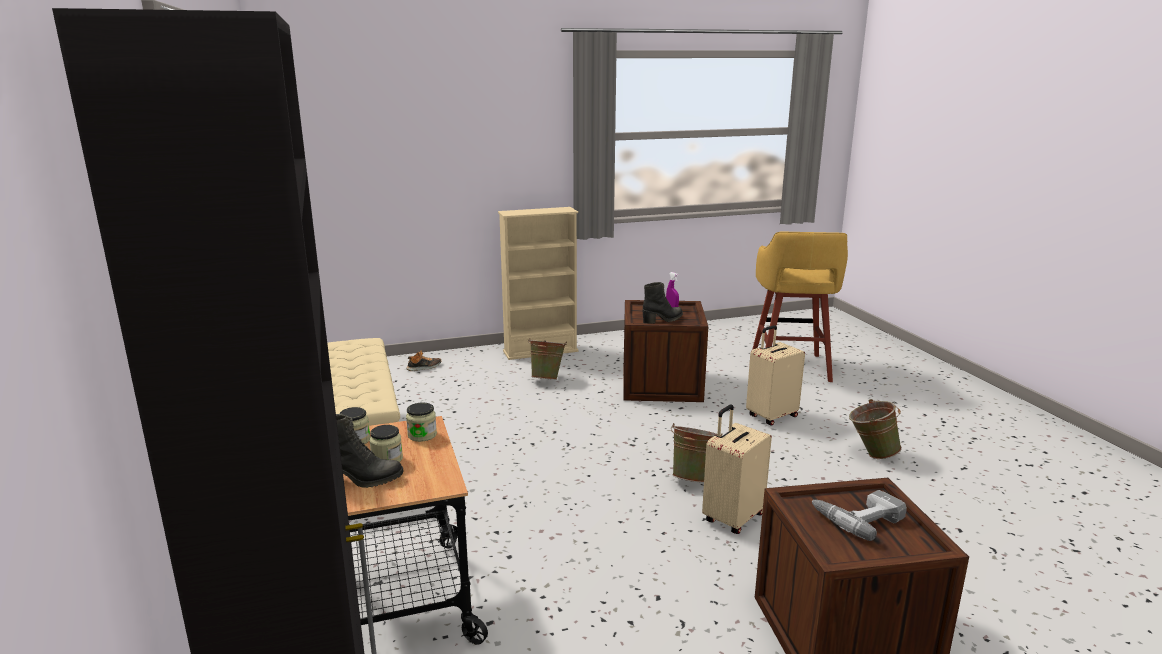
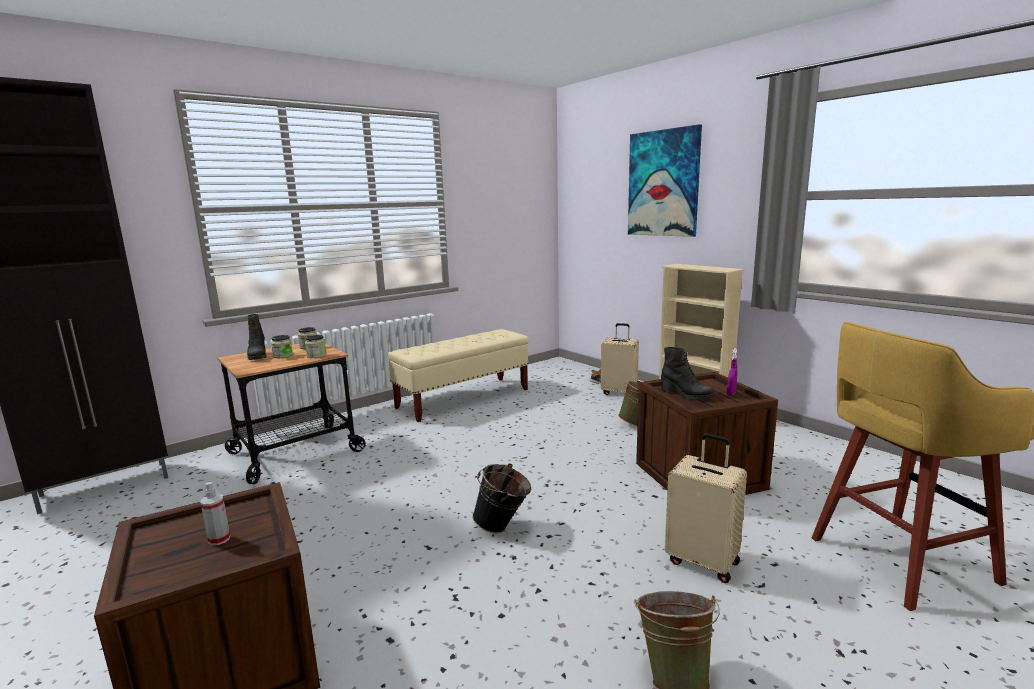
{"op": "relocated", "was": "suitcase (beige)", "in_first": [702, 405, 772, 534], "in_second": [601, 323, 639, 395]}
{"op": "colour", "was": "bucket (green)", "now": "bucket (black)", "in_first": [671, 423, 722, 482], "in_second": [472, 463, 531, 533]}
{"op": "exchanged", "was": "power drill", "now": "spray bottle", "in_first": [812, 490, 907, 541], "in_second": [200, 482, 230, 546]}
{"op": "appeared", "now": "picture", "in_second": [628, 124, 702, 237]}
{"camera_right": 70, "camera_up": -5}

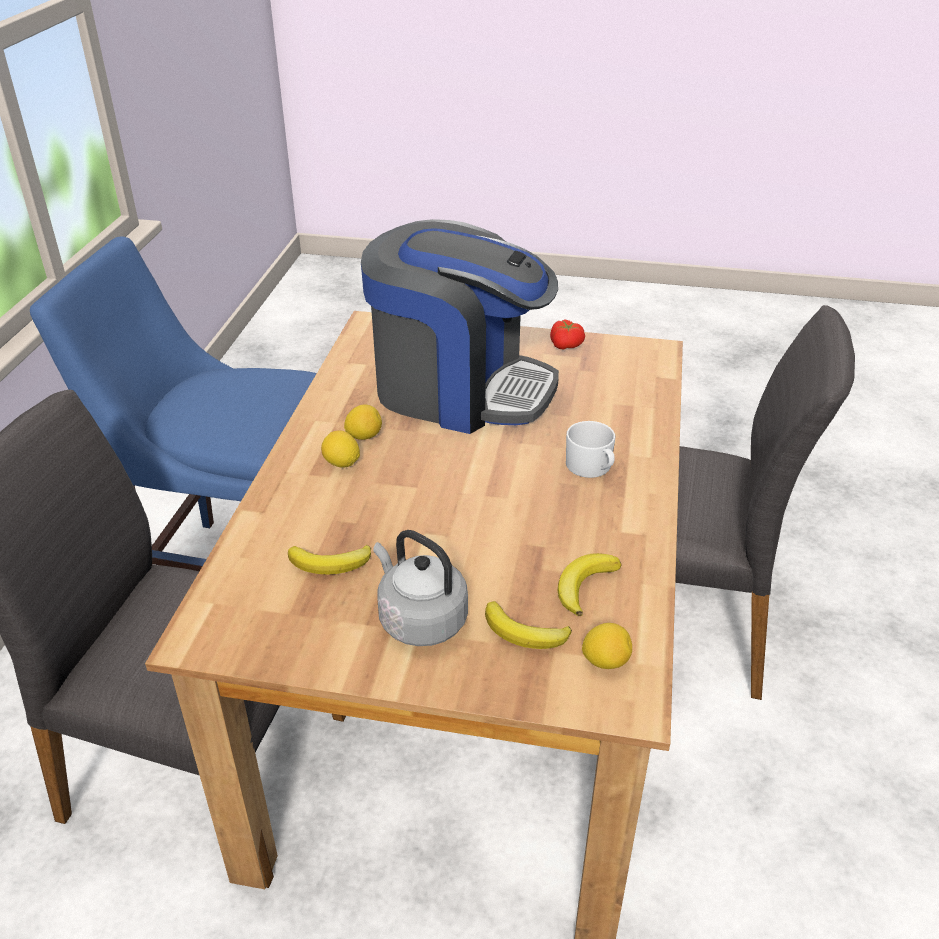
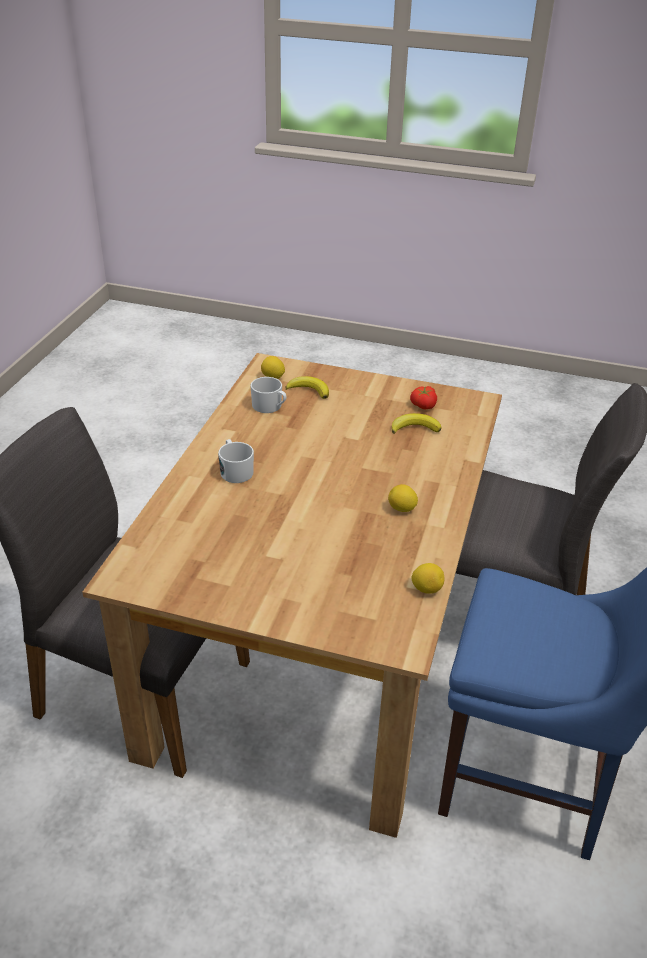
{"op": "missing", "was": "coffee machine", "in_first": [361, 219, 559, 434]}
{"op": "relocated", "was": "tomato", "in_first": [550, 319, 585, 349], "in_second": [410, 386, 437, 410]}
{"op": "relocated", "was": "lemon", "in_first": [321, 430, 360, 468], "in_second": [412, 563, 445, 594]}
{"op": "missing", "was": "kettle (grey)", "in_first": [373, 530, 468, 646]}
{"op": "exchanged", "was": "banana", "now": "mug (white)", "in_first": [558, 553, 622, 616], "in_second": [251, 377, 286, 413]}
{"camera_right": -175, "camera_up": 0}

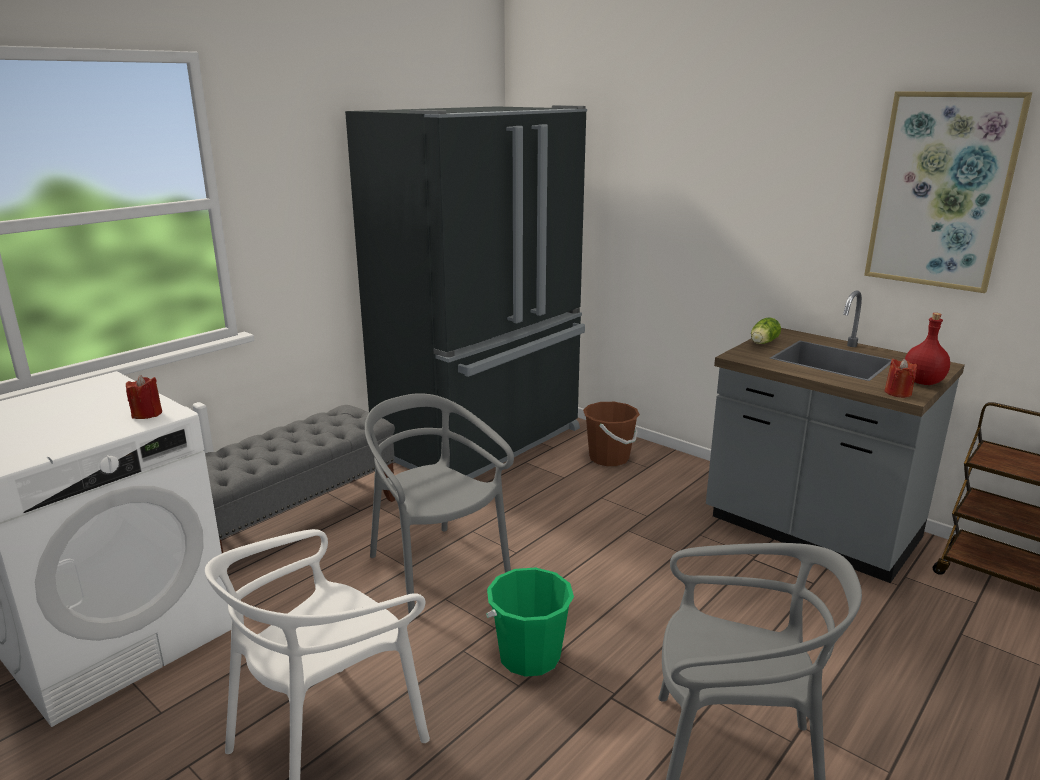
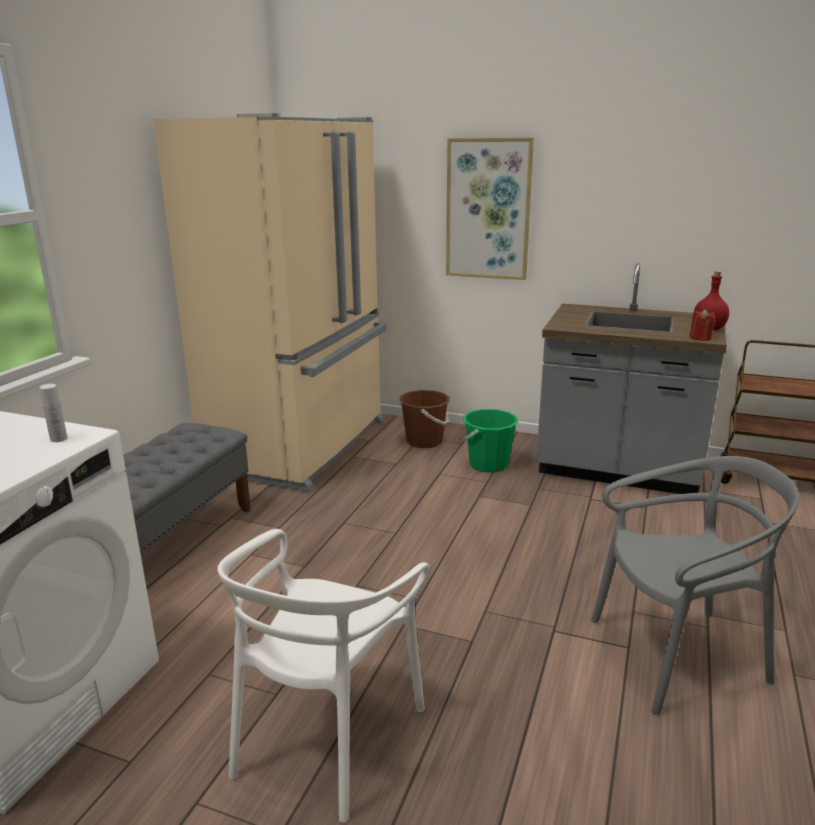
{"op": "relocated", "was": "picture", "in_first": [864, 91, 1032, 293], "in_second": [446, 138, 534, 280]}
{"op": "colour", "was": "fridge (black)", "now": "fridge (beige)", "in_first": [345, 105, 587, 478], "in_second": [153, 113, 386, 491]}
{"op": "missing", "was": "lettuce", "in_first": [751, 317, 781, 344]}
{"op": "exchanged", "was": "candle (red)", "now": "bottle (white)", "in_first": [126, 375, 162, 419], "in_second": [39, 384, 67, 442]}
{"op": "missing", "was": "chair (grey)", "in_first": [365, 393, 514, 613]}
{"op": "relocated", "was": "bucket (green)", "in_first": [486, 568, 574, 677], "in_second": [463, 409, 518, 472]}
{"camera_right": -20, "camera_up": 0}

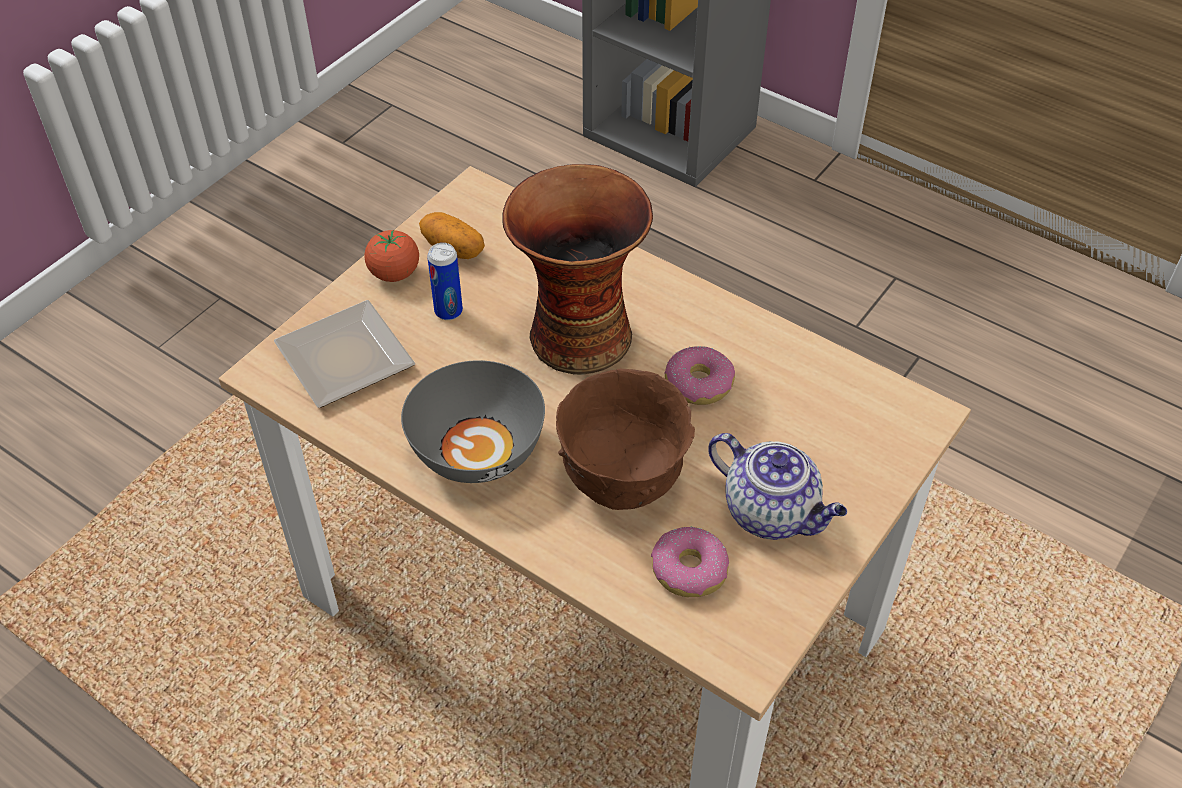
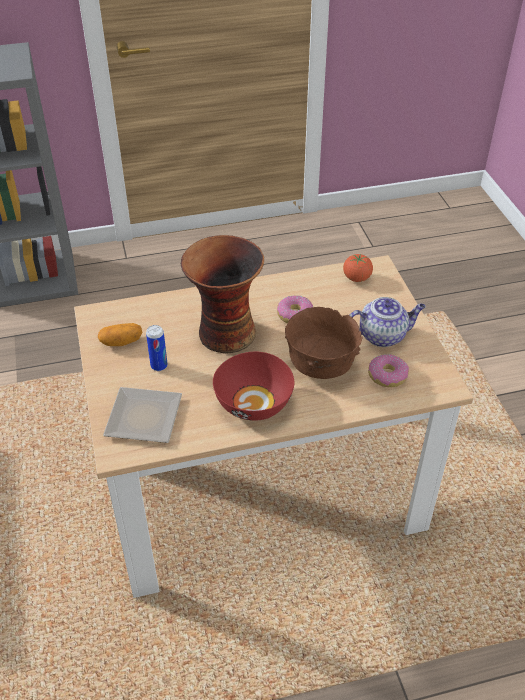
{"op": "relocated", "was": "tomato", "in_first": [364, 230, 419, 282], "in_second": [343, 254, 373, 282]}
{"op": "colour", "was": "bowl (grey)", "now": "bowl (red)", "in_first": [401, 360, 545, 483], "in_second": [213, 352, 294, 421]}
{"camera_right": -50, "camera_up": -5}

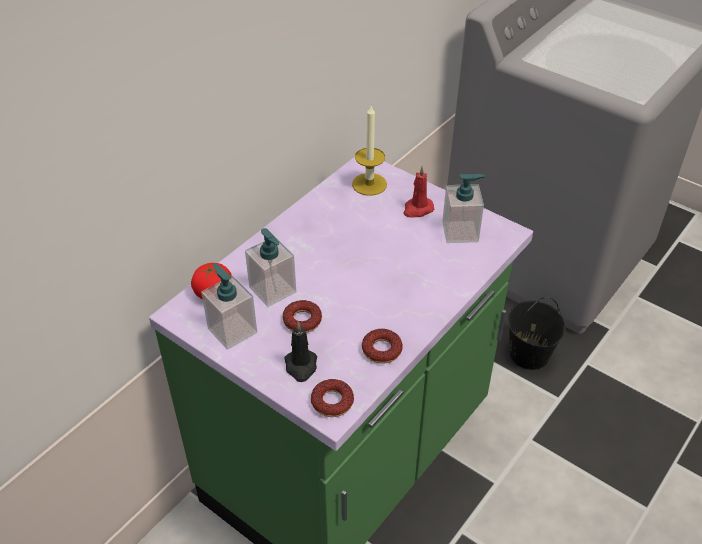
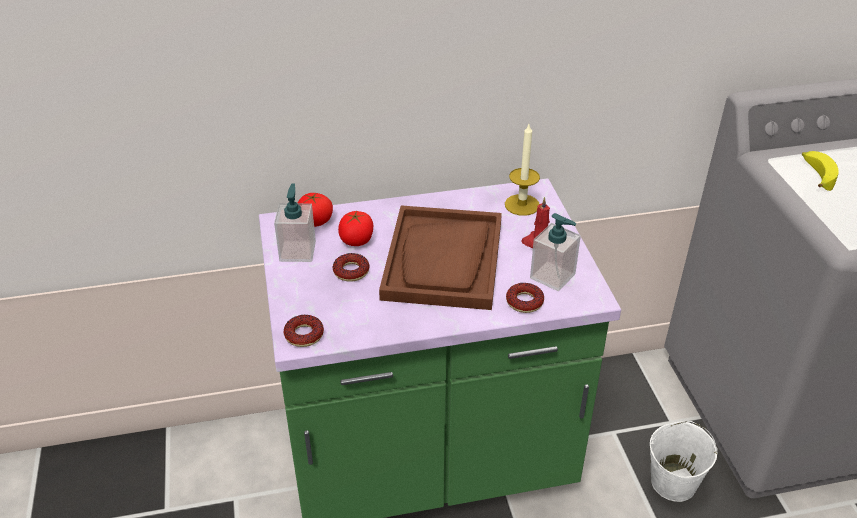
{"op": "exchanged", "was": "soap dispenser", "now": "tomato", "in_first": [245, 228, 296, 307], "in_second": [338, 211, 373, 246]}
{"op": "colour", "was": "bucket (black)", "now": "bucket (white)", "in_first": [508, 298, 566, 370], "in_second": [650, 421, 718, 502]}
{"op": "missing", "was": "candle (black)", "in_first": [284, 322, 317, 382]}
{"op": "relocated", "was": "donut", "in_first": [362, 329, 403, 364], "in_second": [506, 283, 544, 313]}
{"op": "appeared", "now": "banana", "in_second": [802, 151, 839, 191]}
{"op": "appeared", "now": "tray (brown)", "in_second": [379, 205, 502, 310]}
{"camera_right": 40, "camera_up": -5}

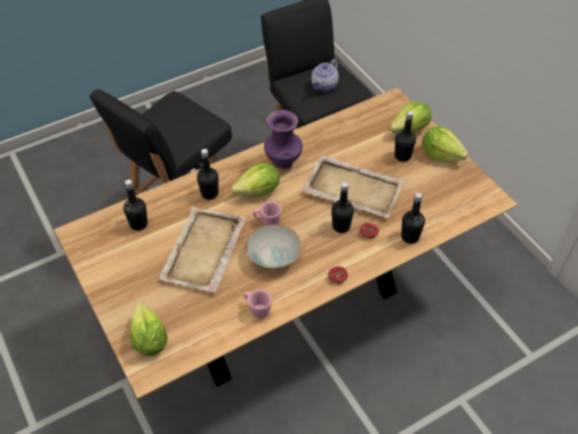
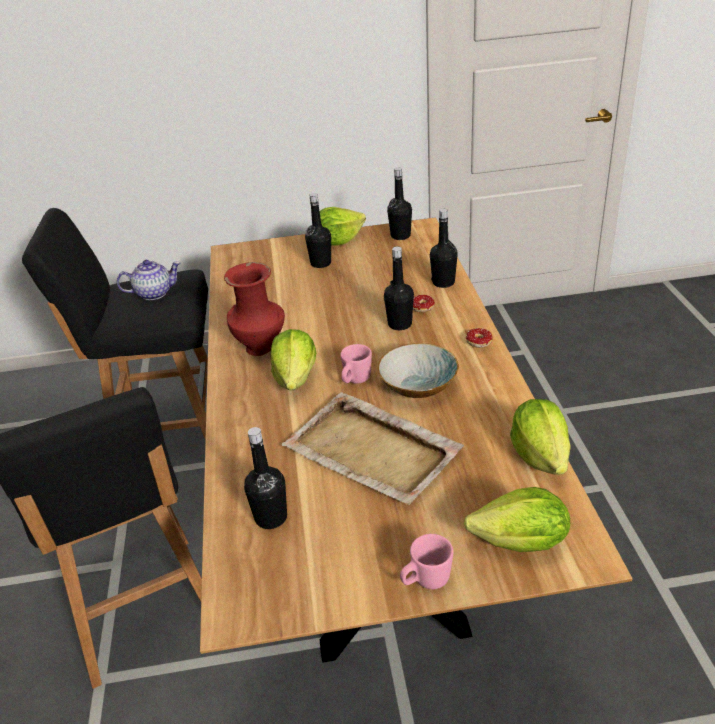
{"op": "spun", "was": "teapot", "in_first": [311, 59, 339, 92], "in_second": [117, 260, 181, 300], "clockwise": -75}
{"op": "relocated", "was": "lettuce", "in_first": [389, 102, 431, 133], "in_second": [510, 399, 571, 475]}
{"op": "colour", "was": "vase (purple)", "now": "vase (red)", "in_first": [264, 110, 303, 170], "in_second": [224, 262, 285, 356]}
{"op": "relocated", "was": "bottle (black)", "in_first": [197, 149, 219, 200], "in_second": [387, 168, 412, 240]}
{"op": "missing", "was": "tray (beige)", "in_first": [302, 155, 405, 218]}
{"op": "relocated", "was": "mug (pink)", "in_first": [244, 290, 272, 318], "in_second": [400, 534, 453, 589]}
{"camera_right": -65, "camera_up": -15}

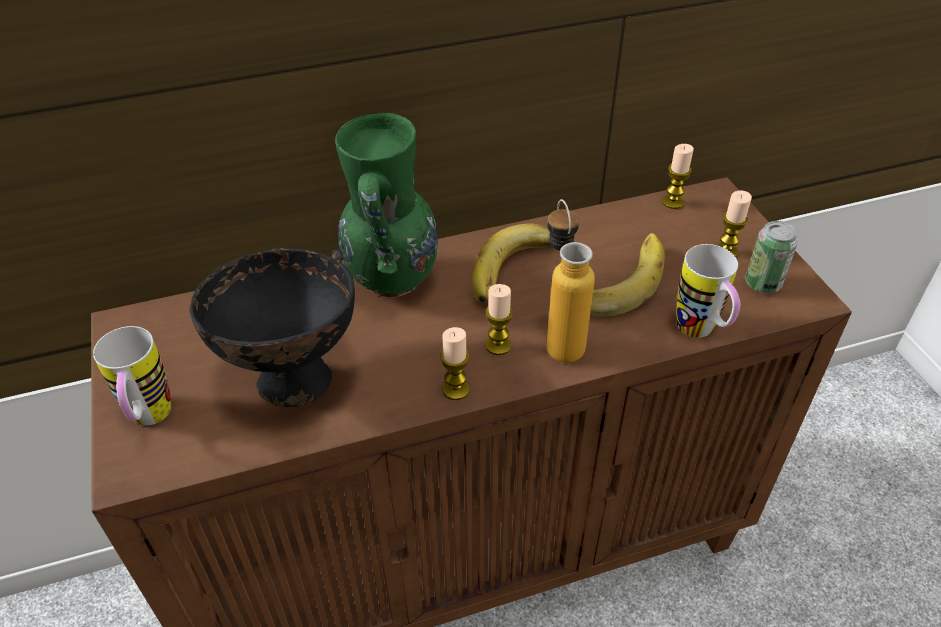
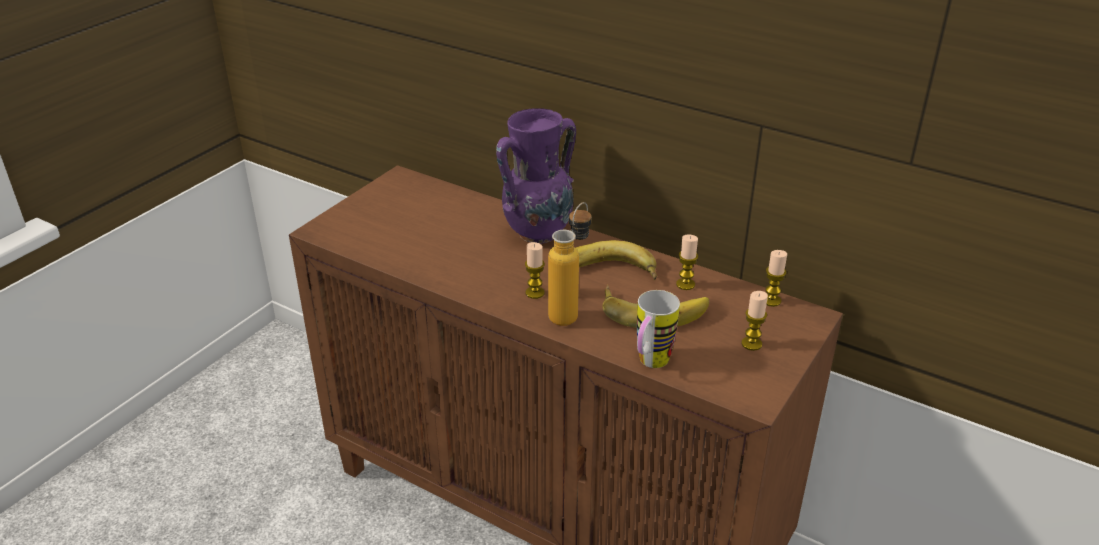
{"op": "colour", "was": "vase (green)", "now": "vase (purple)", "in_first": [335, 113, 438, 298], "in_second": [496, 108, 576, 244]}
{"op": "missing", "was": "can", "in_first": [745, 221, 798, 293]}
{"op": "missing", "was": "bowl (black)", "in_first": [190, 248, 355, 407]}
{"op": "missing", "was": "mug", "in_first": [93, 326, 171, 426]}
{"op": "relocated", "was": "candle", "in_first": [440, 327, 470, 400], "in_second": [676, 234, 698, 290]}
{"camera_right": 50, "camera_up": -10}

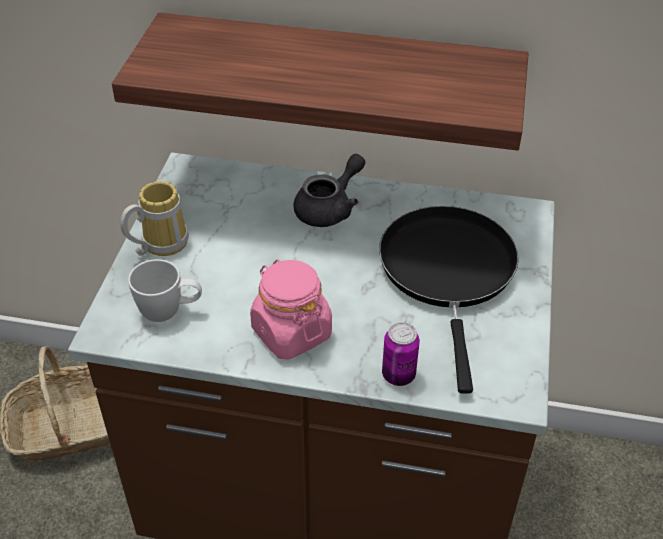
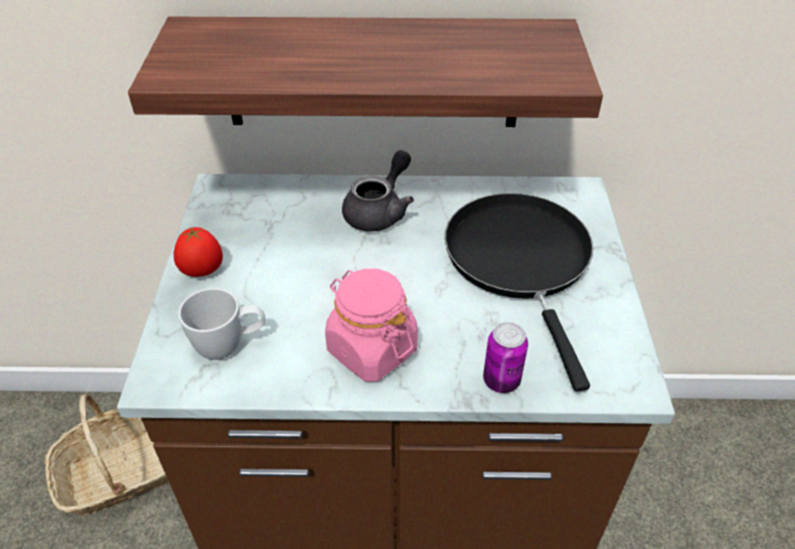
{"op": "exchanged", "was": "mug", "now": "tomato", "in_first": [120, 181, 189, 256], "in_second": [174, 227, 223, 277]}
{"camera_right": -10, "camera_up": 0}

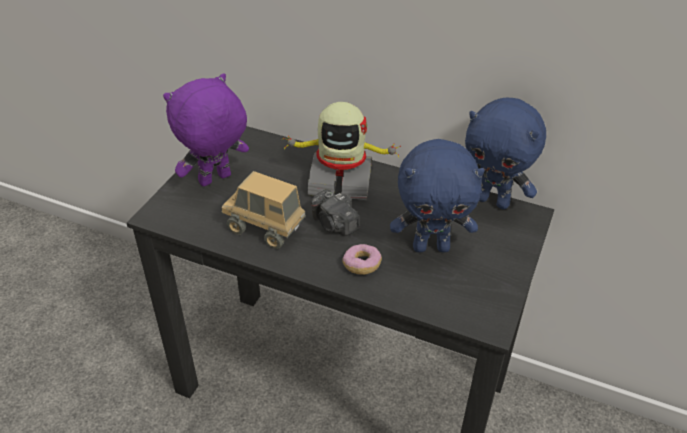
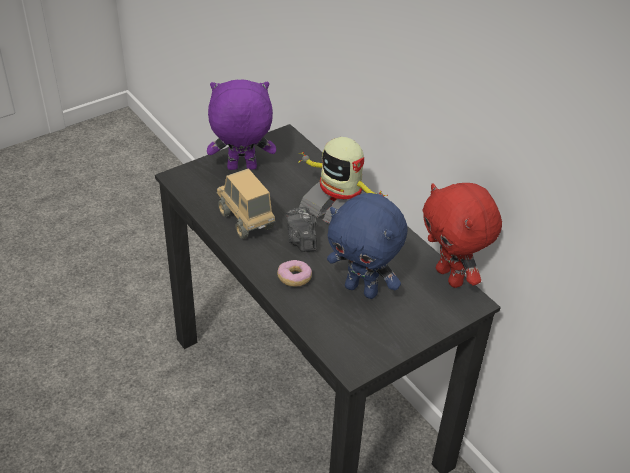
{"op": "colour", "was": "plush toy (blue)", "now": "plush toy (red)", "in_first": [465, 98, 546, 209], "in_second": [422, 183, 502, 288]}
{"camera_right": 30, "camera_up": 0}

